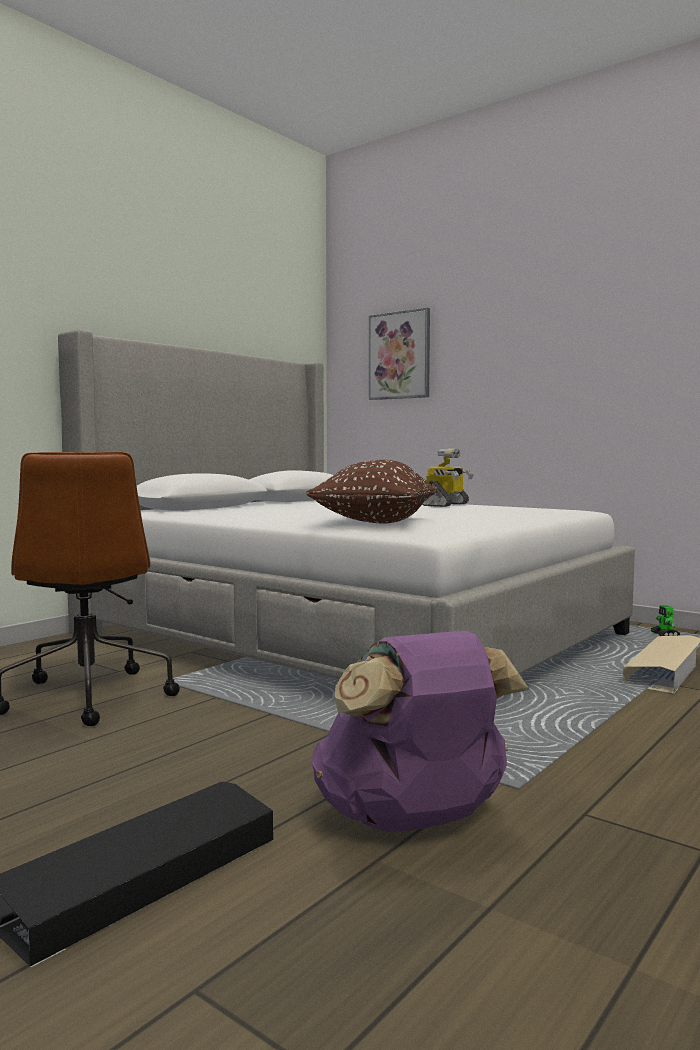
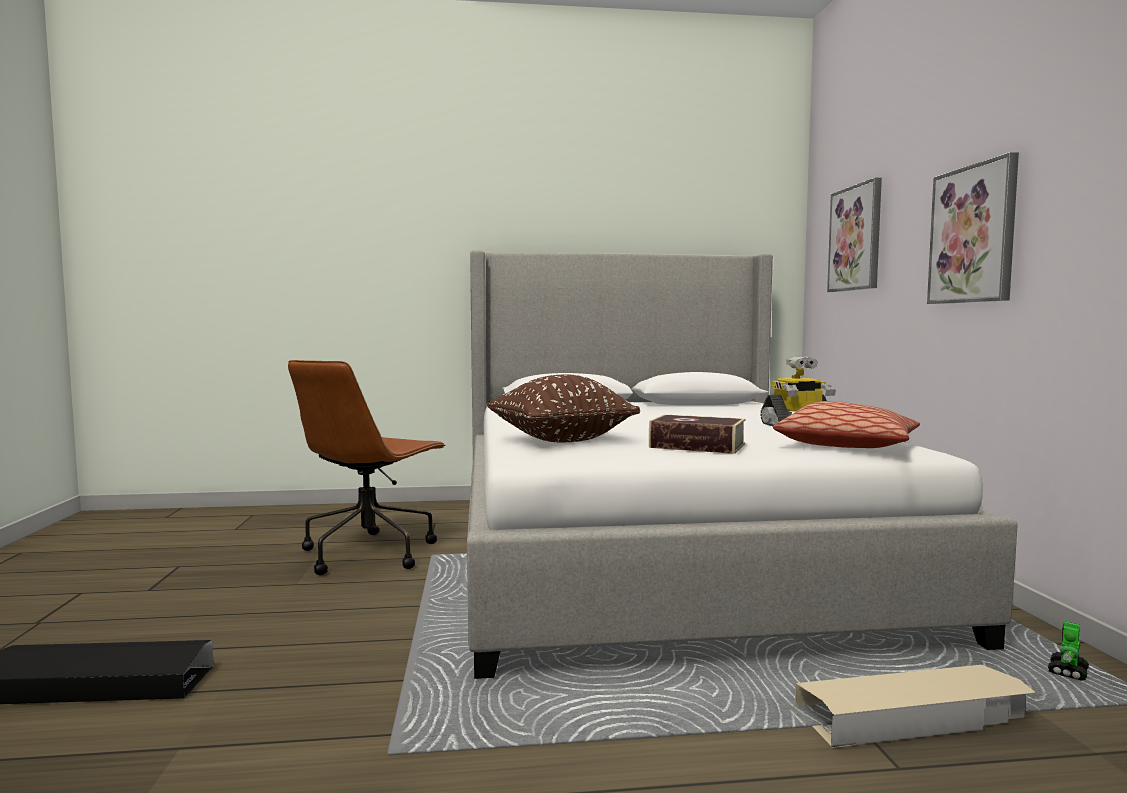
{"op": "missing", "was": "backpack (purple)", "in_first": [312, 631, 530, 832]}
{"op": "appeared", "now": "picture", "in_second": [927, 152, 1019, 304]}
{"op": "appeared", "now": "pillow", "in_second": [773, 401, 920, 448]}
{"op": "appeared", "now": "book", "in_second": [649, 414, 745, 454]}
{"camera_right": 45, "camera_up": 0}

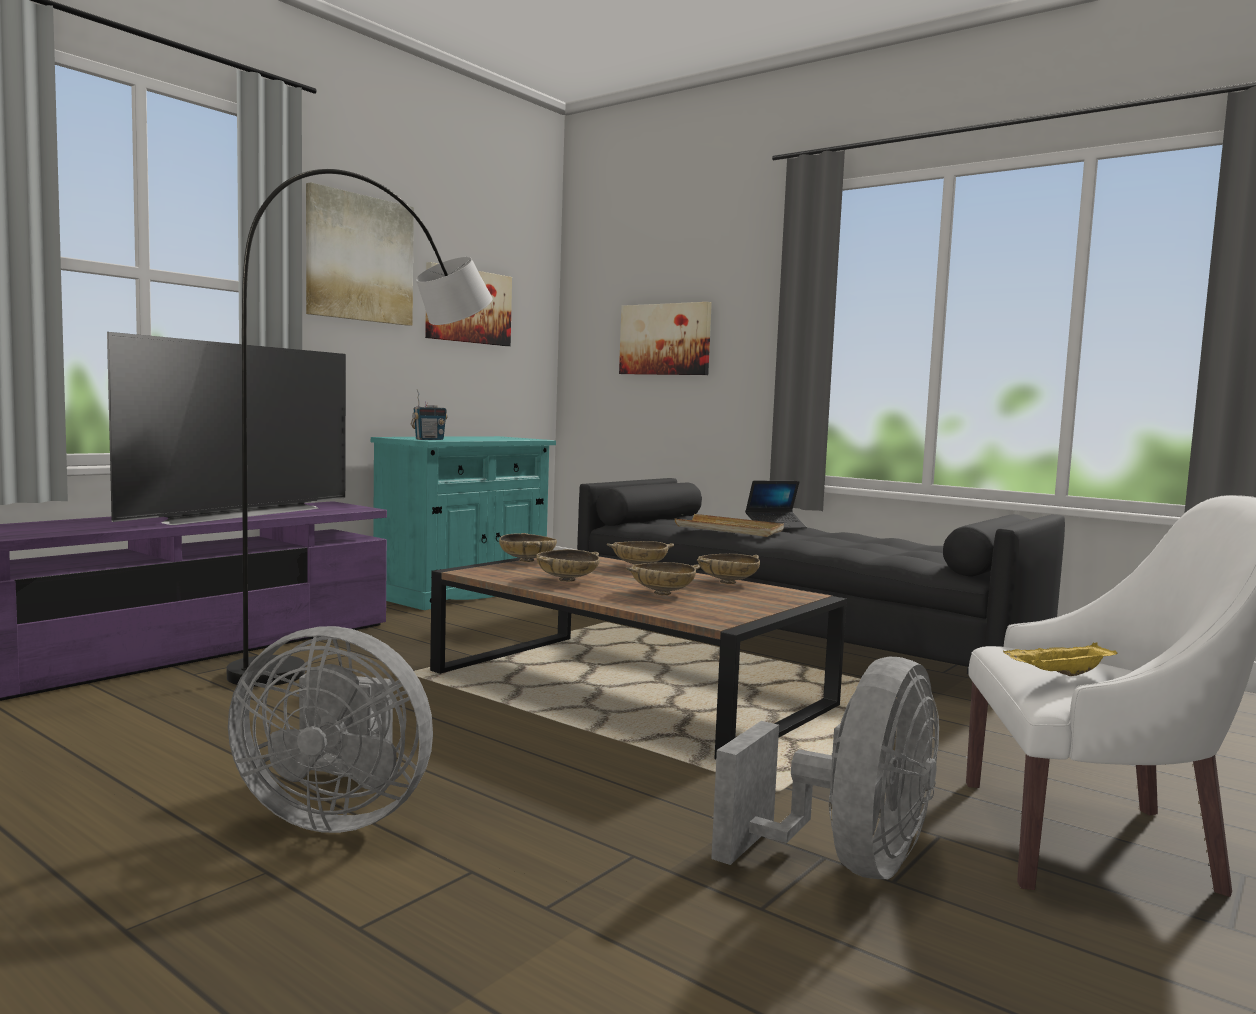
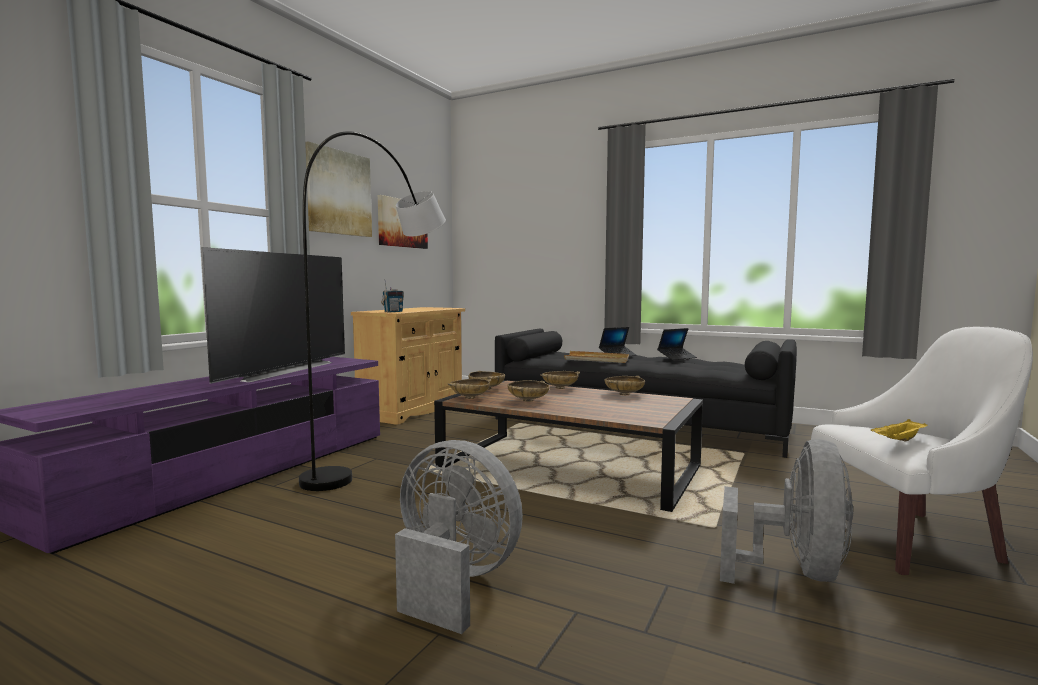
{"op": "missing", "was": "picture", "in_first": [619, 302, 712, 375]}
{"op": "colour", "was": "cabinet (turquoise)", "now": "cabinet (beige)", "in_first": [371, 436, 556, 610], "in_second": [351, 307, 465, 425]}
{"op": "relocated", "was": "bowl (beige)", "in_first": [626, 562, 700, 595], "in_second": [447, 379, 491, 399]}
{"op": "spun", "was": "fan (grey)", "in_first": [228, 626, 433, 833], "in_second": [395, 440, 523, 634], "clockwise": -150}
{"op": "appeared", "now": "laptop", "in_second": [657, 328, 697, 360]}
{"camera_right": -10, "camera_up": 0}

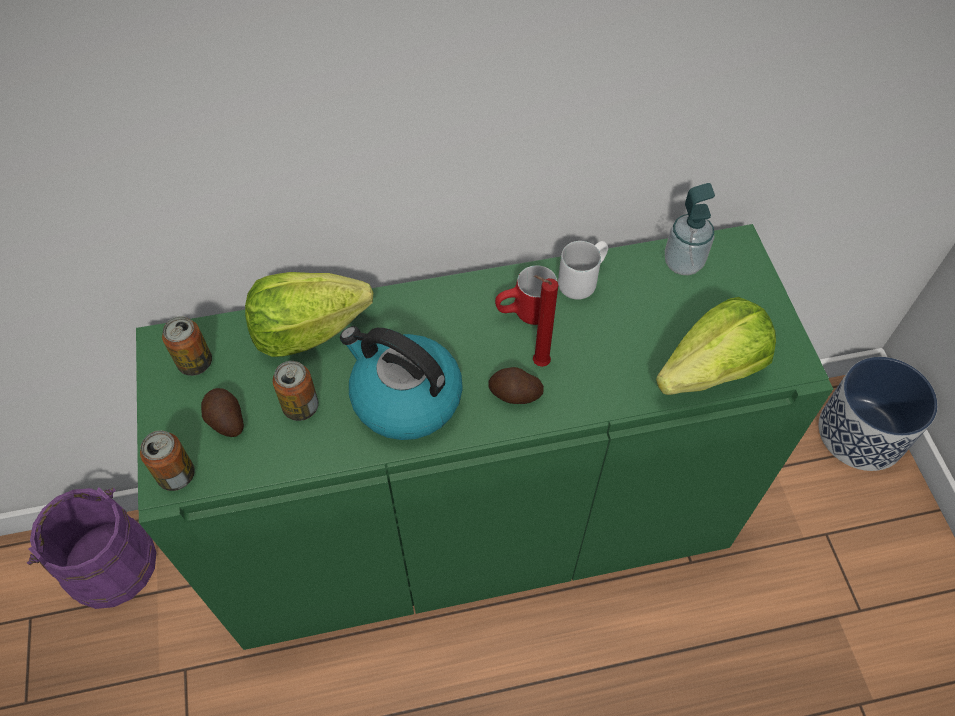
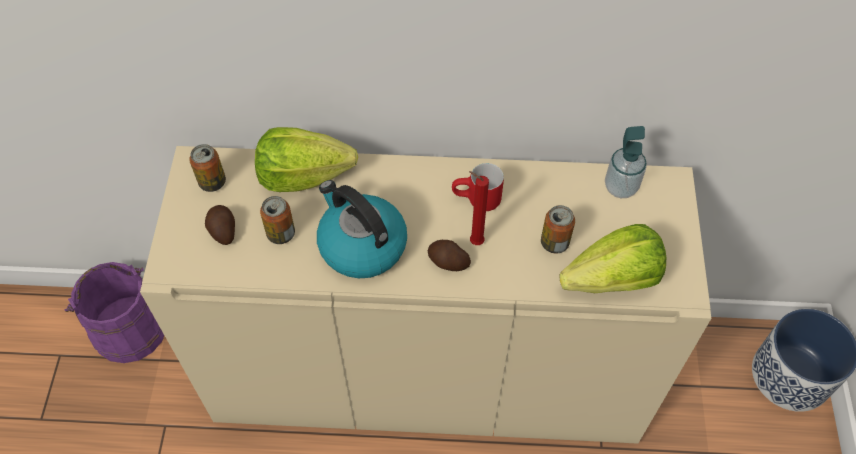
{"op": "colour", "was": "cabinet (green)", "now": "cabinet (beige)", "in_first": [136, 224, 833, 650], "in_second": [140, 146, 711, 444]}
{"op": "missing", "was": "mug (white)", "in_first": [558, 241, 608, 300]}
{"op": "relocated", "was": "can", "in_first": [140, 430, 195, 491], "in_second": [541, 205, 575, 254]}
{"camera_right": 15, "camera_up": 0}

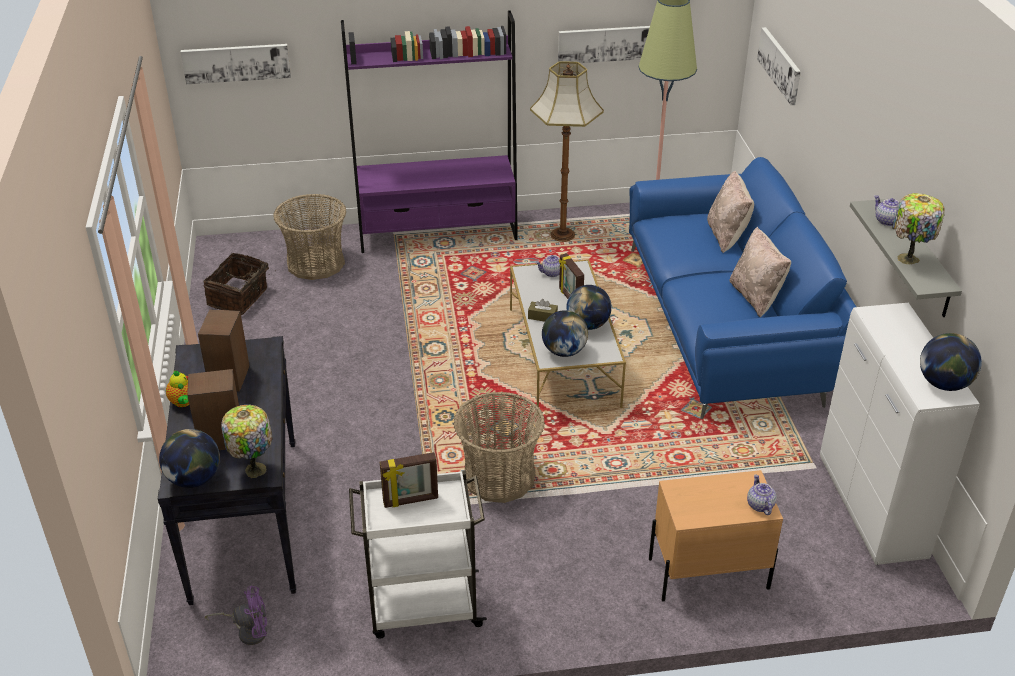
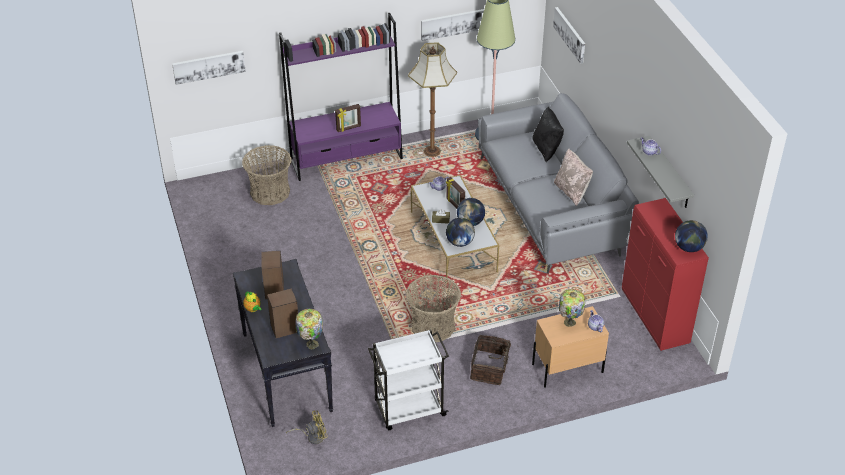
{"op": "colour", "was": "sofa (blue)", "now": "sofa (grey)", "in_first": [629, 157, 856, 419], "in_second": [478, 93, 639, 274]}
{"op": "colour", "was": "pillow (beige)", "now": "pillow (black)", "in_first": [707, 171, 754, 253], "in_second": [532, 107, 564, 162]}
{"op": "relocated", "was": "table lamp", "in_first": [892, 193, 945, 265], "in_second": [559, 289, 586, 327]}
{"op": "relocated", "was": "basket", "in_first": [203, 252, 276, 315], "in_second": [470, 335, 511, 385]}
{"op": "colour", "was": "cabinet (white)", "now": "cabinet (red)", "in_first": [820, 303, 980, 565], "in_second": [622, 198, 709, 351]}
{"op": "missing", "was": "globe", "in_first": [159, 429, 220, 488]}
{"op": "relocated", "was": "picture frame", "in_first": [380, 452, 438, 508], "in_second": [335, 104, 361, 132]}
{"op": "colour", "was": "fan (purple)", "now": "fan (yellow)", "in_first": [205, 586, 267, 645], "in_second": [286, 411, 328, 444]}
{"camera_right": -10, "camera_up": 5}

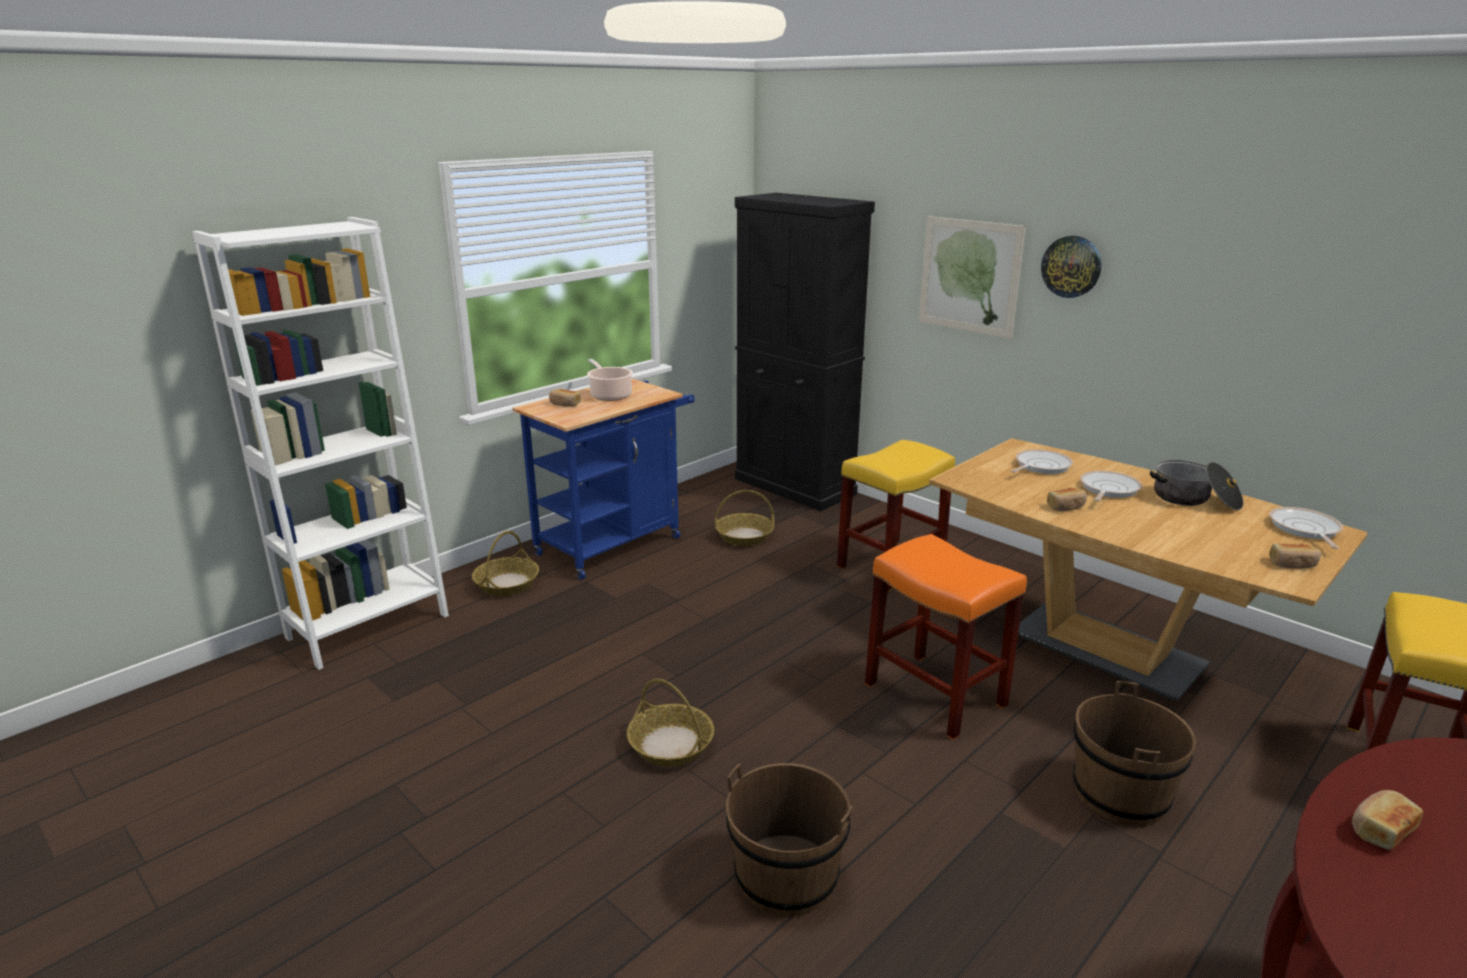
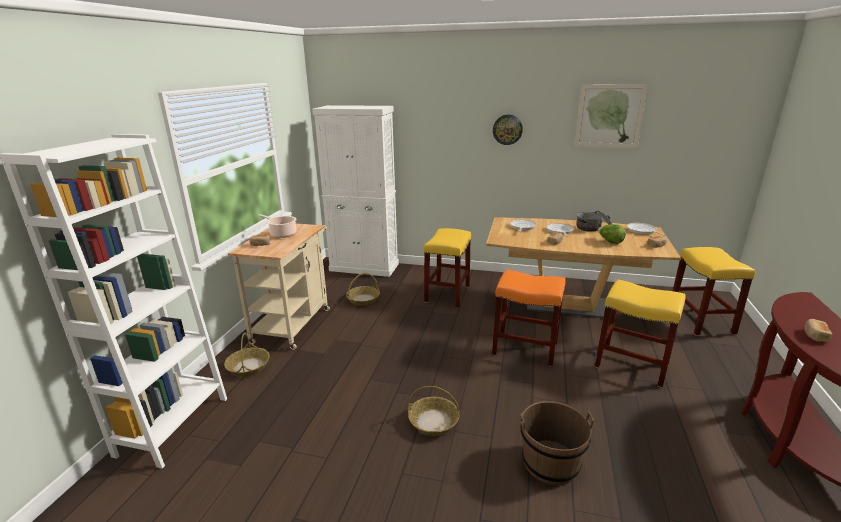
{"op": "colour", "was": "cabinet (black)", "now": "cabinet (white)", "in_first": [735, 193, 875, 511], "in_second": [312, 105, 399, 277]}
{"op": "relocated", "was": "picture", "in_first": [919, 216, 1026, 339], "in_second": [575, 84, 648, 148]}
{"op": "colour", "was": "cart (blue)", "now": "cart (beige)", "in_first": [512, 378, 695, 580], "in_second": [228, 223, 330, 350]}
{"op": "exchanged", "was": "bucket (brown)", "now": "stool (yellow)", "in_first": [1073, 681, 1196, 826], "in_second": [595, 280, 686, 388]}
{"op": "appeared", "now": "lettuce", "in_second": [598, 224, 626, 244]}
{"camera_right": -30, "camera_up": 0}

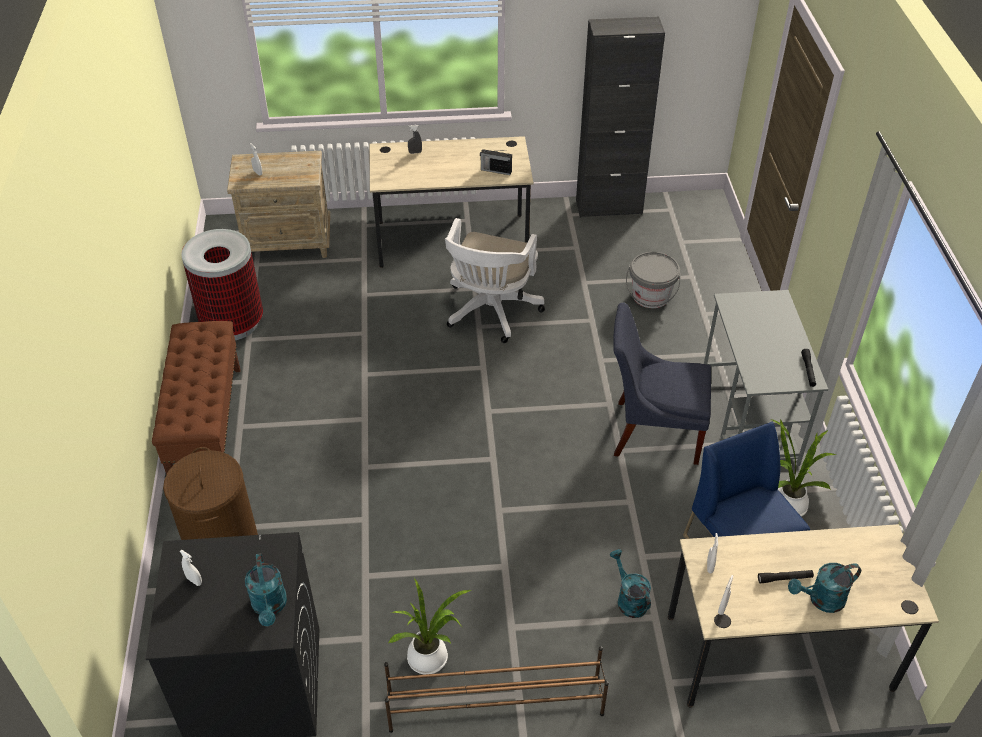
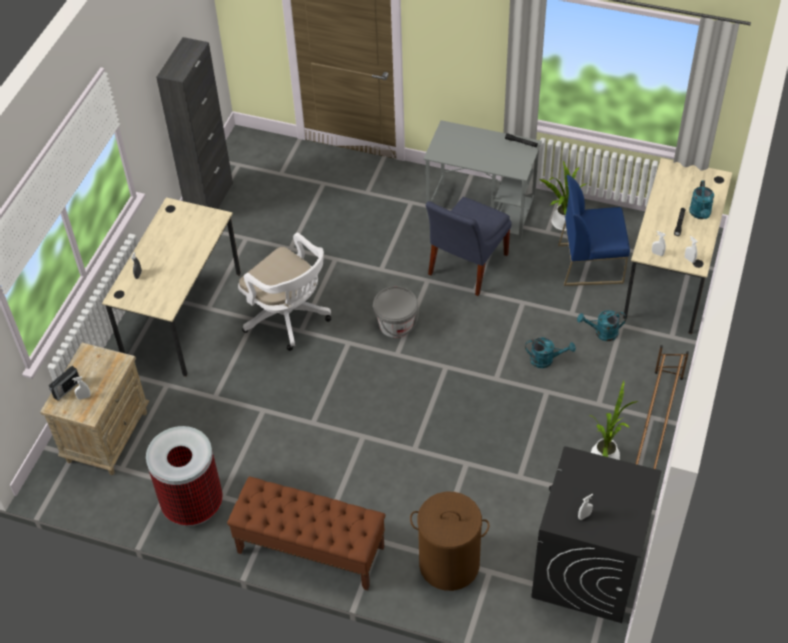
{"op": "relocated", "was": "radio", "in_first": [480, 149, 512, 175], "in_second": [49, 366, 79, 401]}
{"op": "relocated", "was": "bucket (grey)", "in_first": [626, 252, 681, 308], "in_second": [373, 286, 419, 338]}
{"op": "relocated", "was": "watering can (turquoise)", "in_first": [245, 553, 287, 626], "in_second": [525, 337, 576, 368]}
{"camera_right": -65, "camera_up": 5}

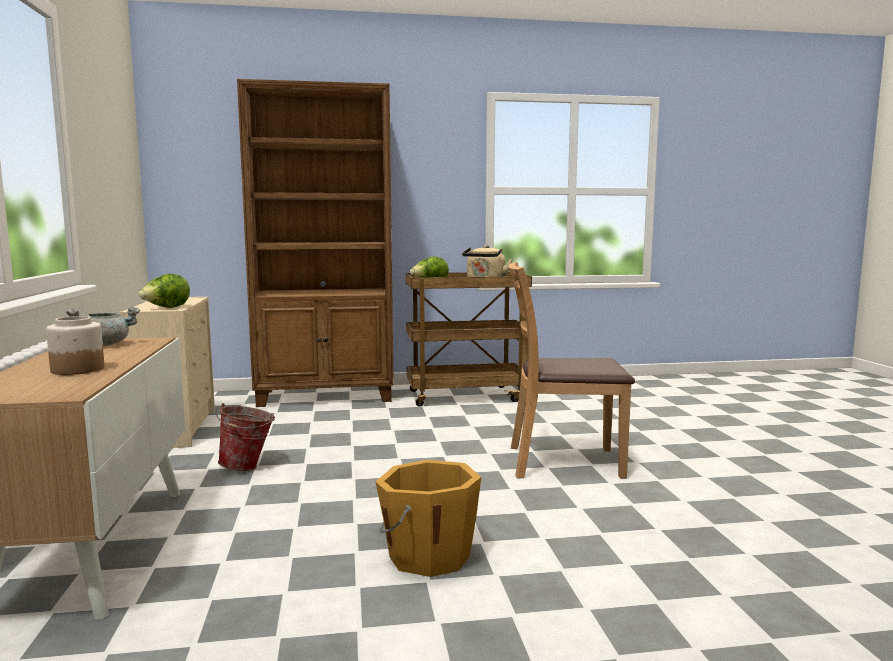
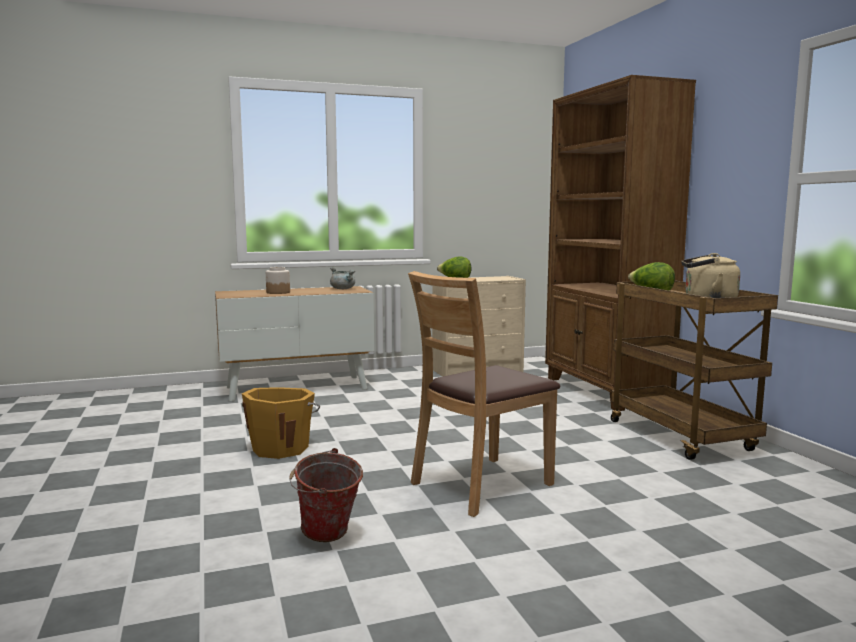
{"op": "spun", "was": "chair (brown)", "in_first": [509, 262, 635, 479], "in_second": [408, 271, 560, 517], "clockwise": -120}
{"op": "relocated", "was": "bucket", "in_first": [216, 403, 275, 471], "in_second": [289, 448, 363, 542]}
{"camera_right": 80, "camera_up": 0}

